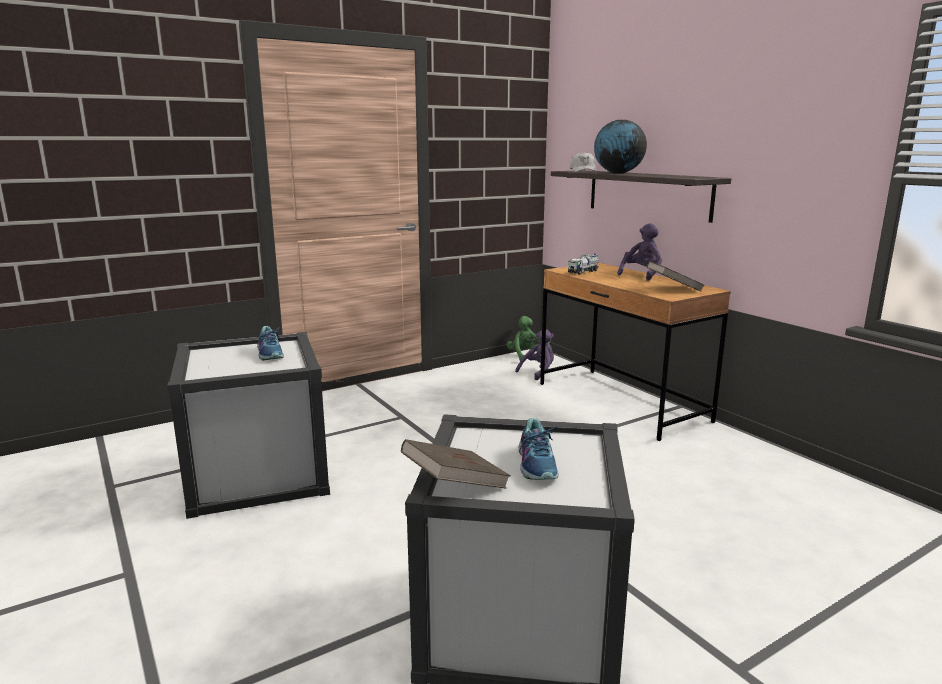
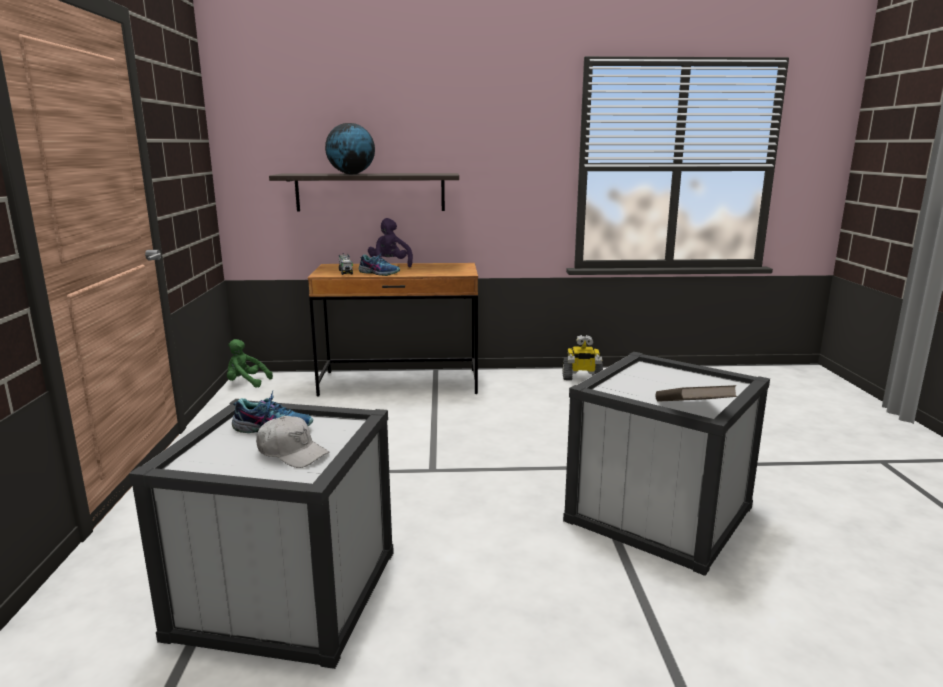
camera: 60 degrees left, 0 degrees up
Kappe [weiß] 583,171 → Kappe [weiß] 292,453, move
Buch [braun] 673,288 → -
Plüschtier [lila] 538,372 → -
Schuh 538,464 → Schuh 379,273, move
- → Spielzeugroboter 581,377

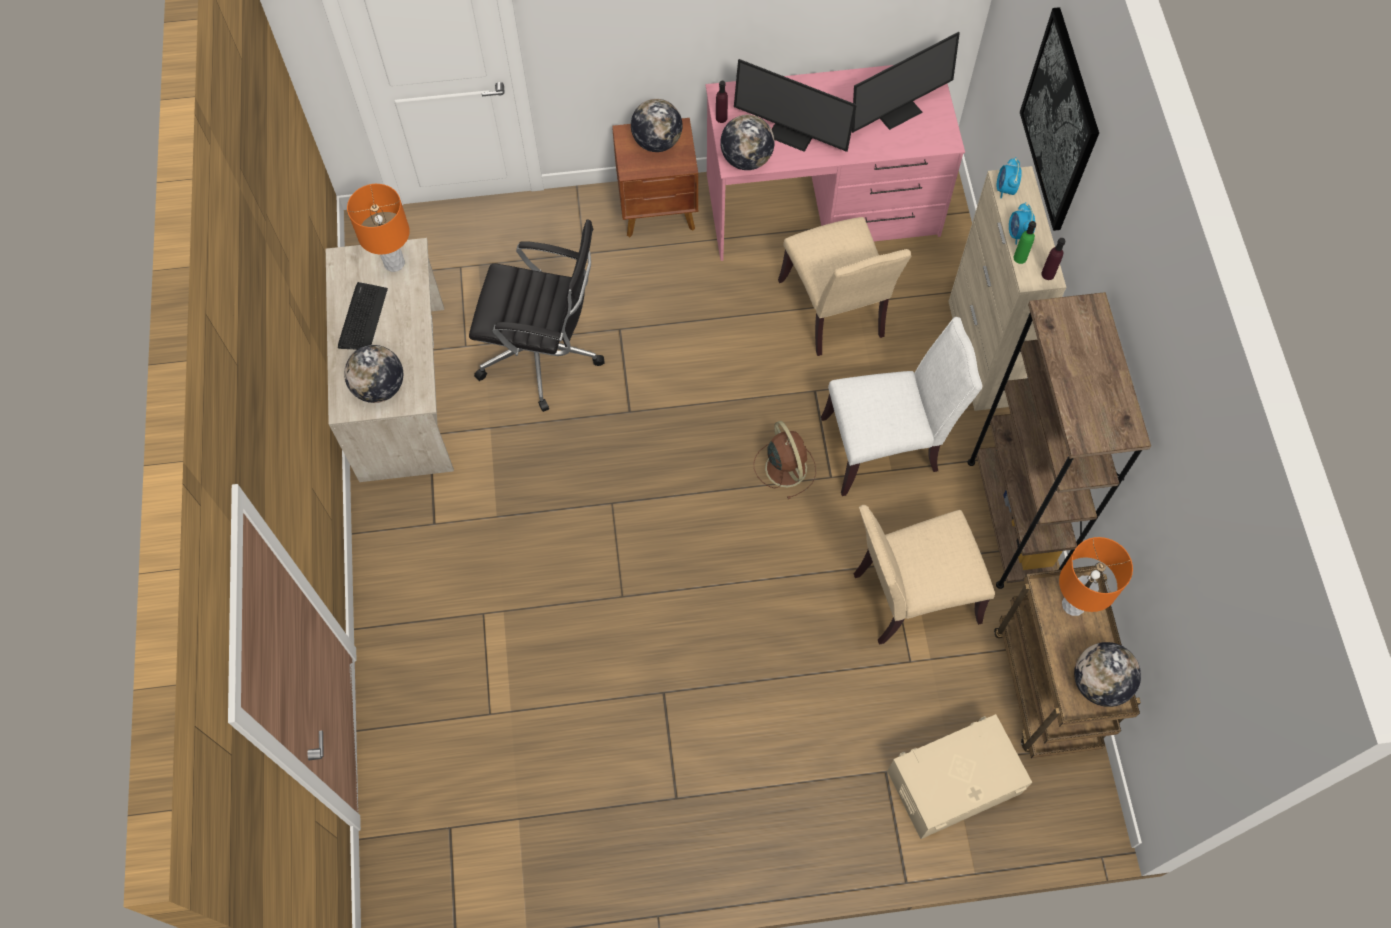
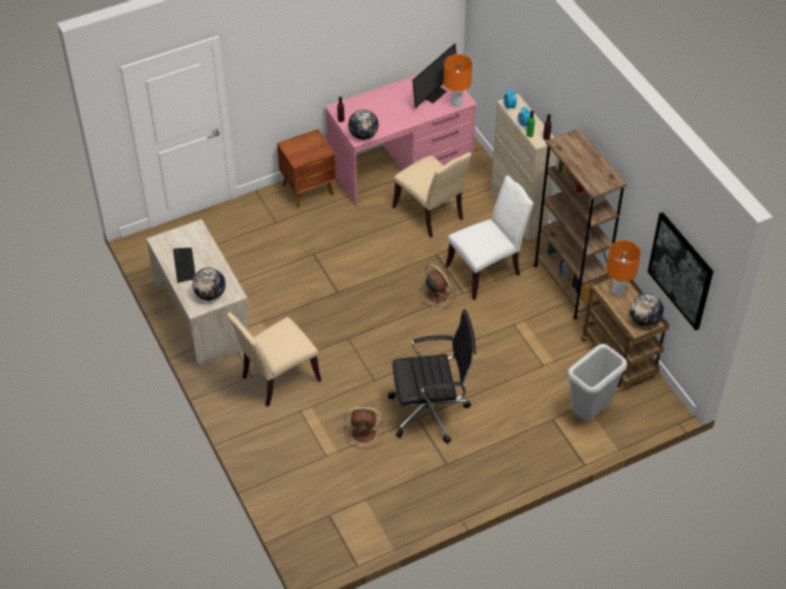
camera: 20 degrees left, 15 degrees down
Bild 1060,121 → Bild 681,270, move
Monitor 793,130 → -
Globus 657,142 → -
Tischlampe [orange] 394,263 → Tischlampe [orange] 456,103, move
Bürostuhl [schwarz] 543,355 → Bürostuhl [schwarz] 431,411, move
Stuhl [beige] 910,596 → Stuhl [beige] 277,379, move
Aufbewahrungsbox [beige] 953,782 → Mülleimer [grau] 590,413
- → Ventilator [braun] 365,433

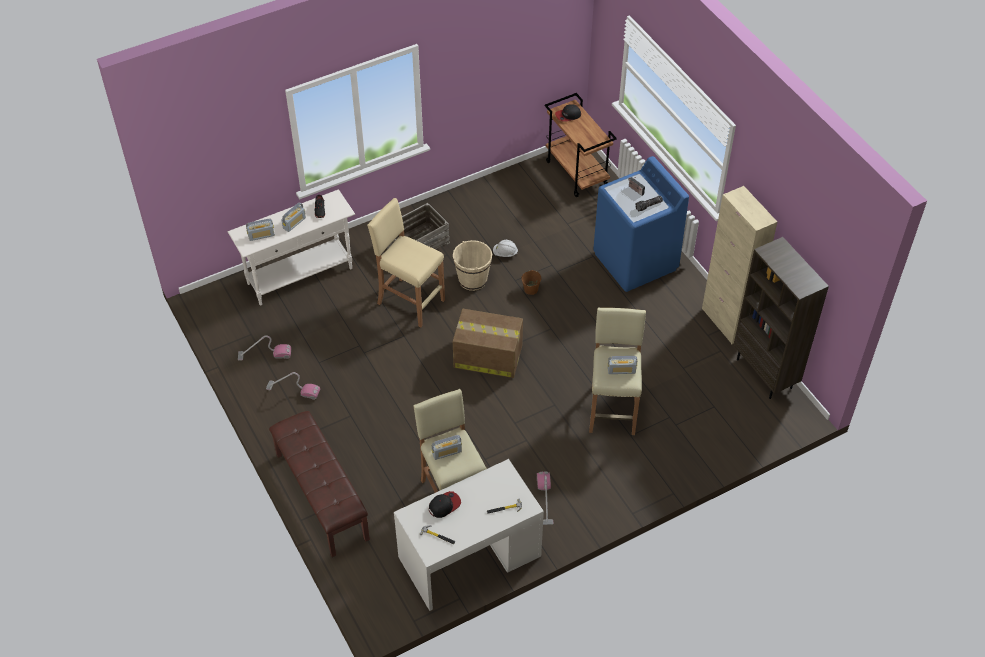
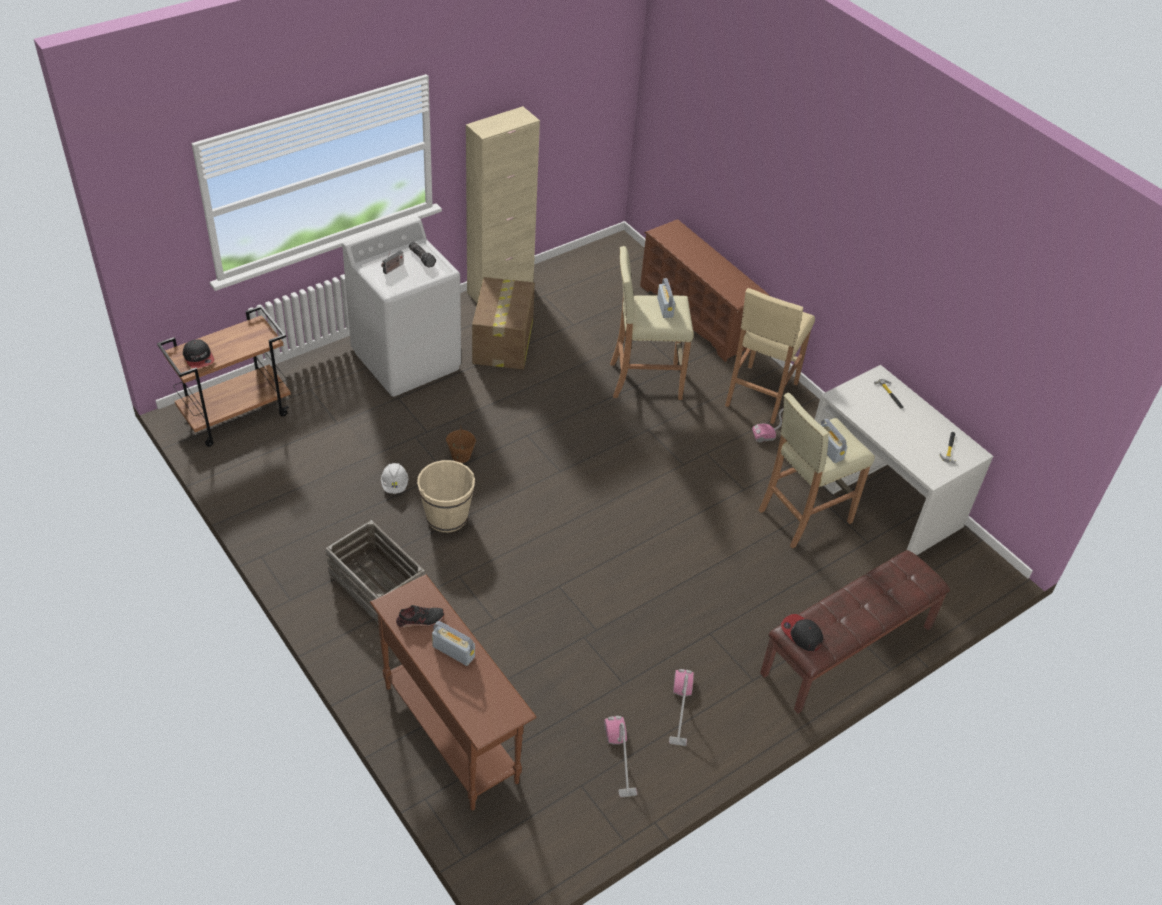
camera: 100 degrees left, 5 degrees down
Waschmaschine [blau] 635,262 → Waschmaschine [weiß] 407,360
Konsolentisch [weiß] 300,276 → Konsolentisch [braun] 451,733
Hocker [beige] 410,301 → Hocker [beige] 760,395, move
Radio 261,235 → -
Bücherregal [braun] 765,373 → -
Karton 487,356 → Karton 503,343, move
Kappe 444,505 → Kappe 801,634, move
- → Schuhregal [braun] 698,316

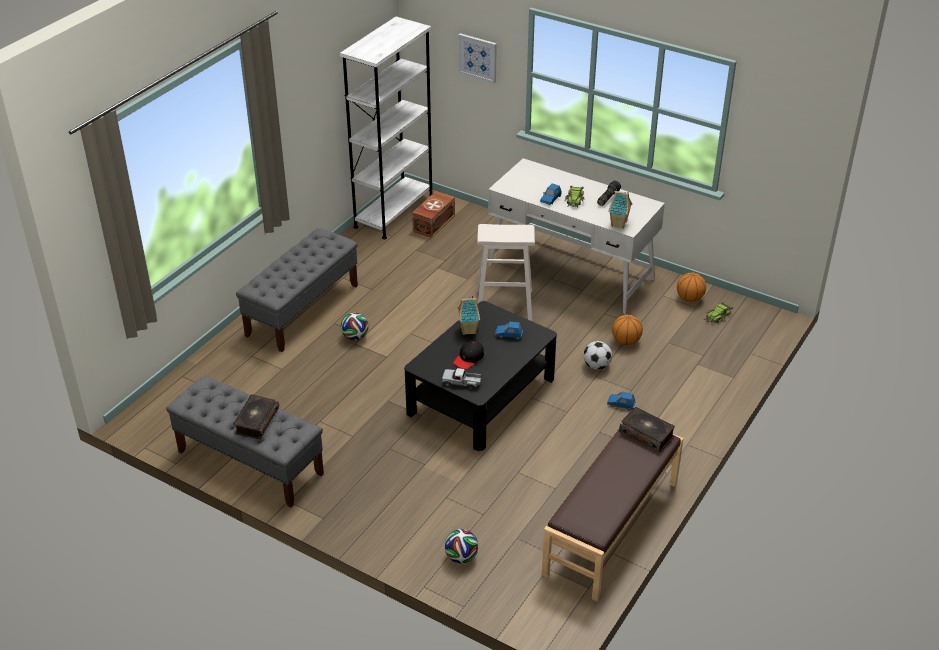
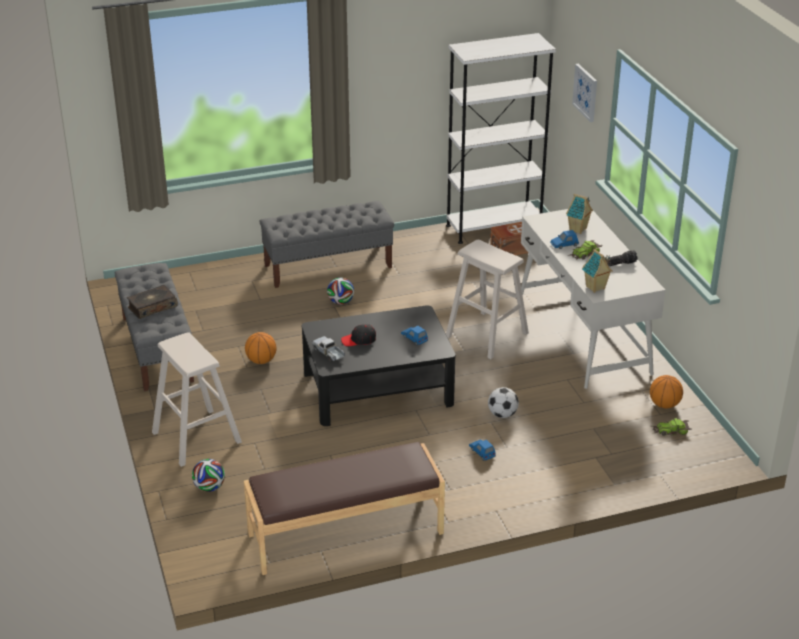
camera: 40 degrees right, 5 degrees down
Spielzeughaus 469,330 → Spielzeughaus 578,230, move
Basketball 626,341 → Basketball 261,361, move
Buch 647,434 → -
- → Hocker [beige] 196,437

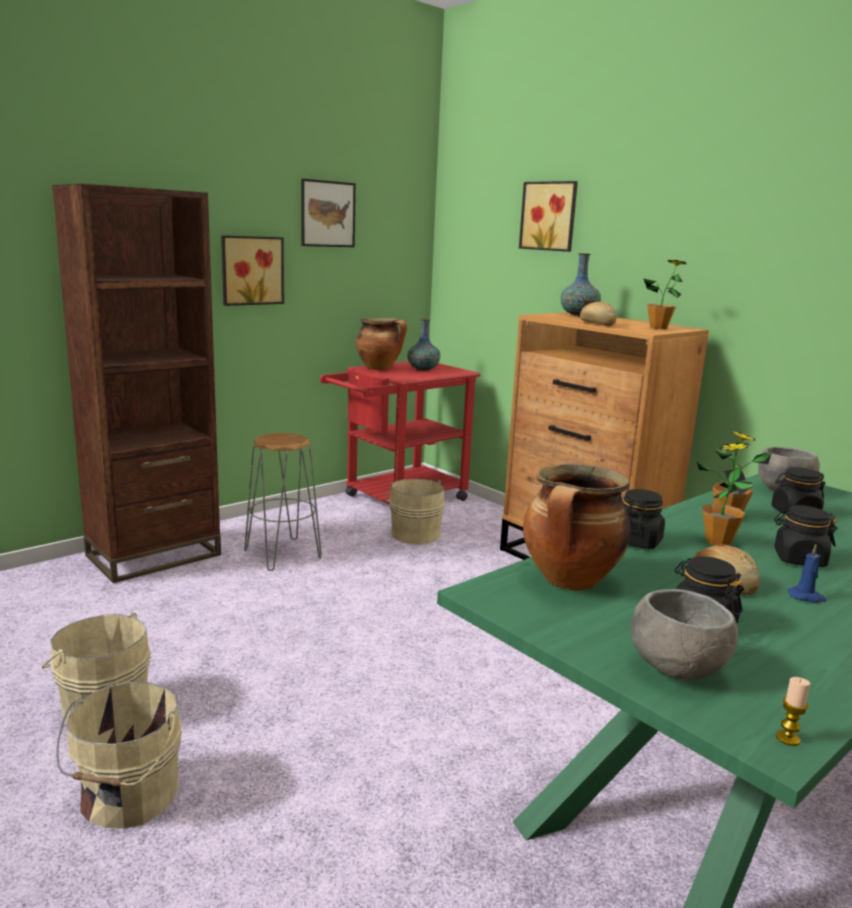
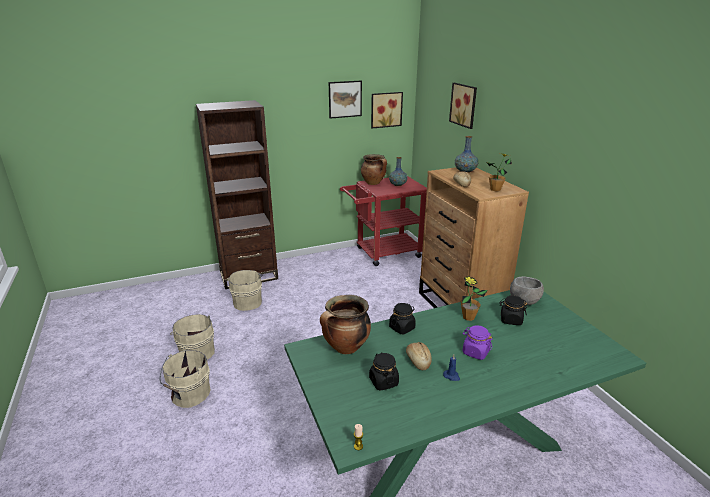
camera: 20 degrees right, 10 degrees up
Bild 251,270 → Bild 385,109, move
Hocker [grau] 283,554 → -
Topfpflanze 718,541 → -
Eimer [beige] 414,534 → Eimer [beige] 247,302, move
Vorratsglas [schwarz] 799,559 → Vorratsglas [lila] 475,352
Schüssel [grau] 675,668 → -

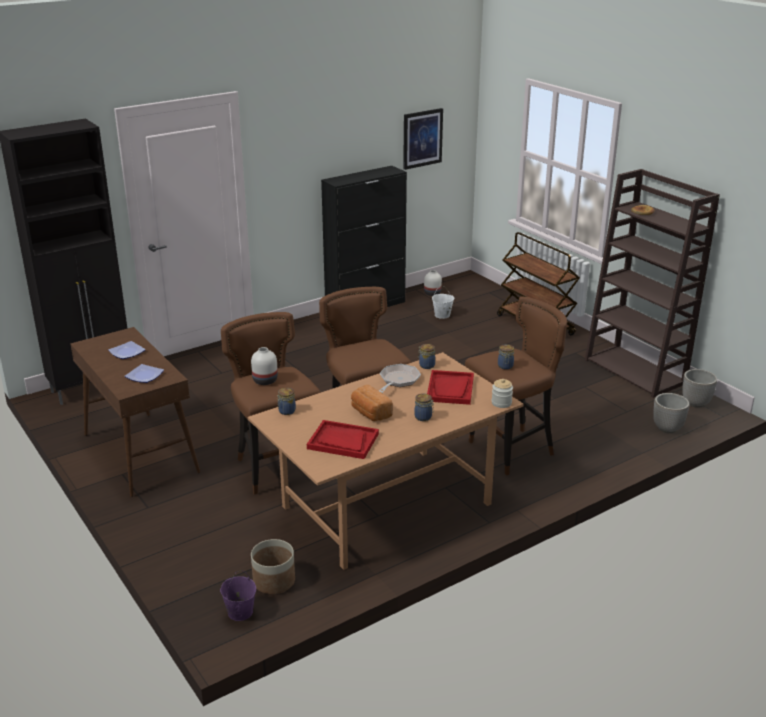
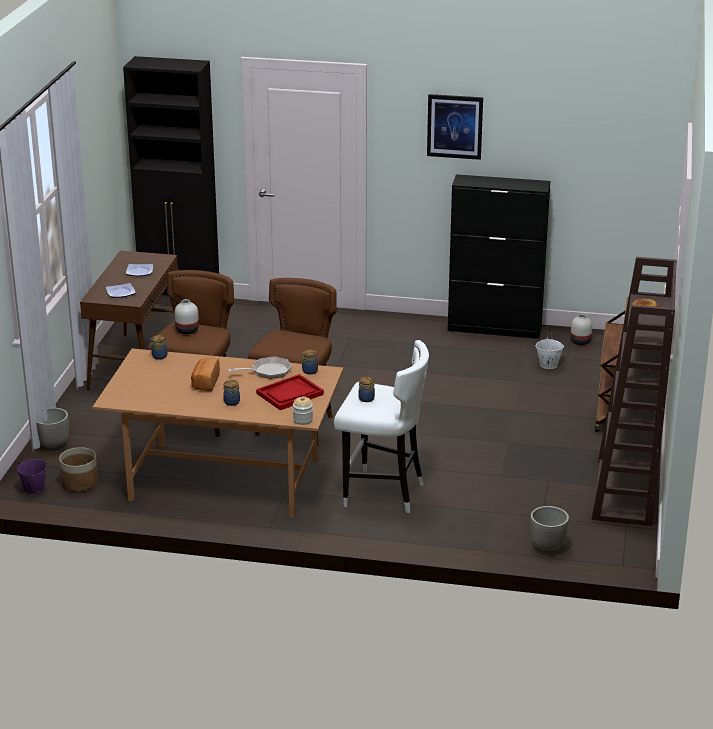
camera: 45 degrees right, 0 degrees up
Bild 422,138 → Bild 454,126, move
Hocker [braun] 511,451 → Hocker [weiß] 382,493
Pflanzkübel 696,403 → Pflanzkübel 53,445, move
Tablett [rot] 342,441 → -

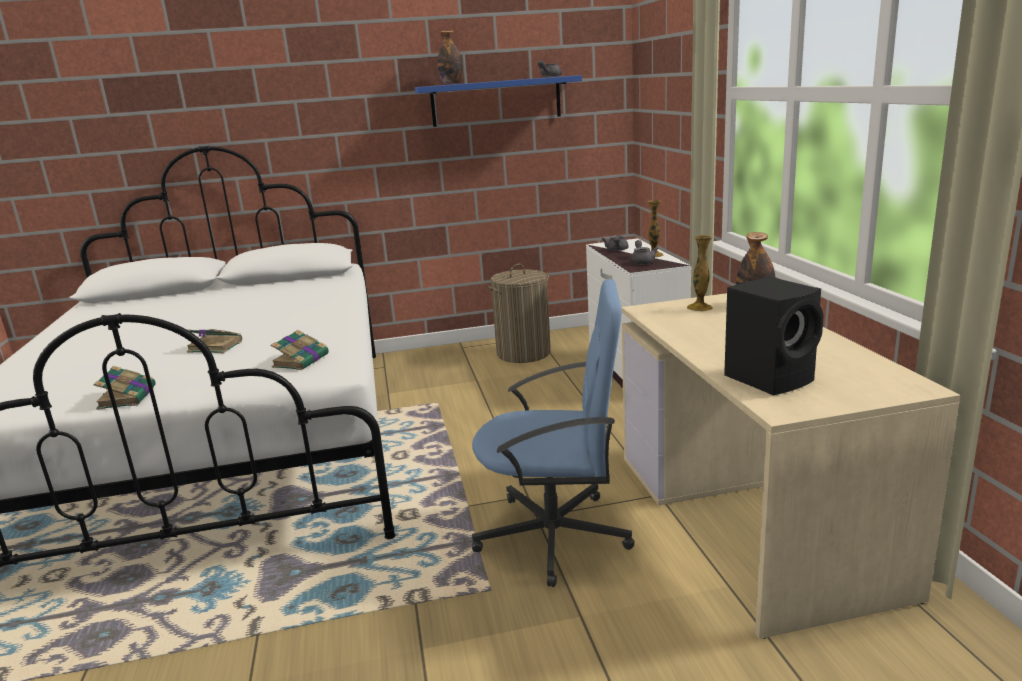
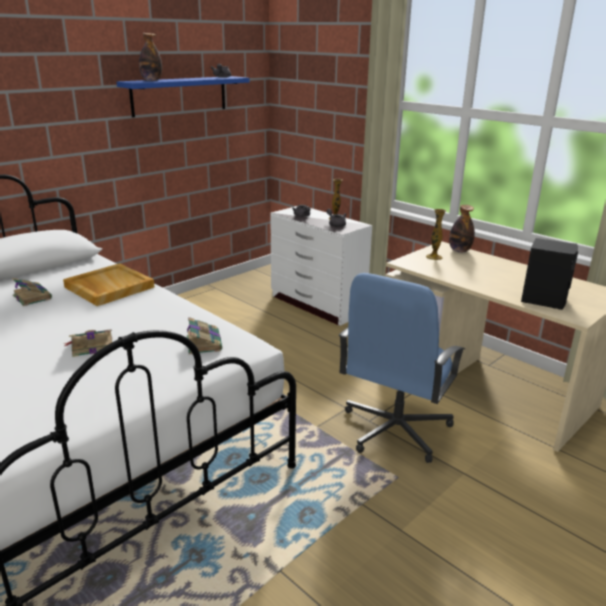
camera: 35 degrees left, 5 degrees up
Wäschekorb 523,353 → -
Bürostuhl [blau] 556,536 → Bürostuhl [blau] 395,429, 150 degrees clockwise
Buch 128,397 → Buch 32,297, move
- → Tablett [beige] 108,287

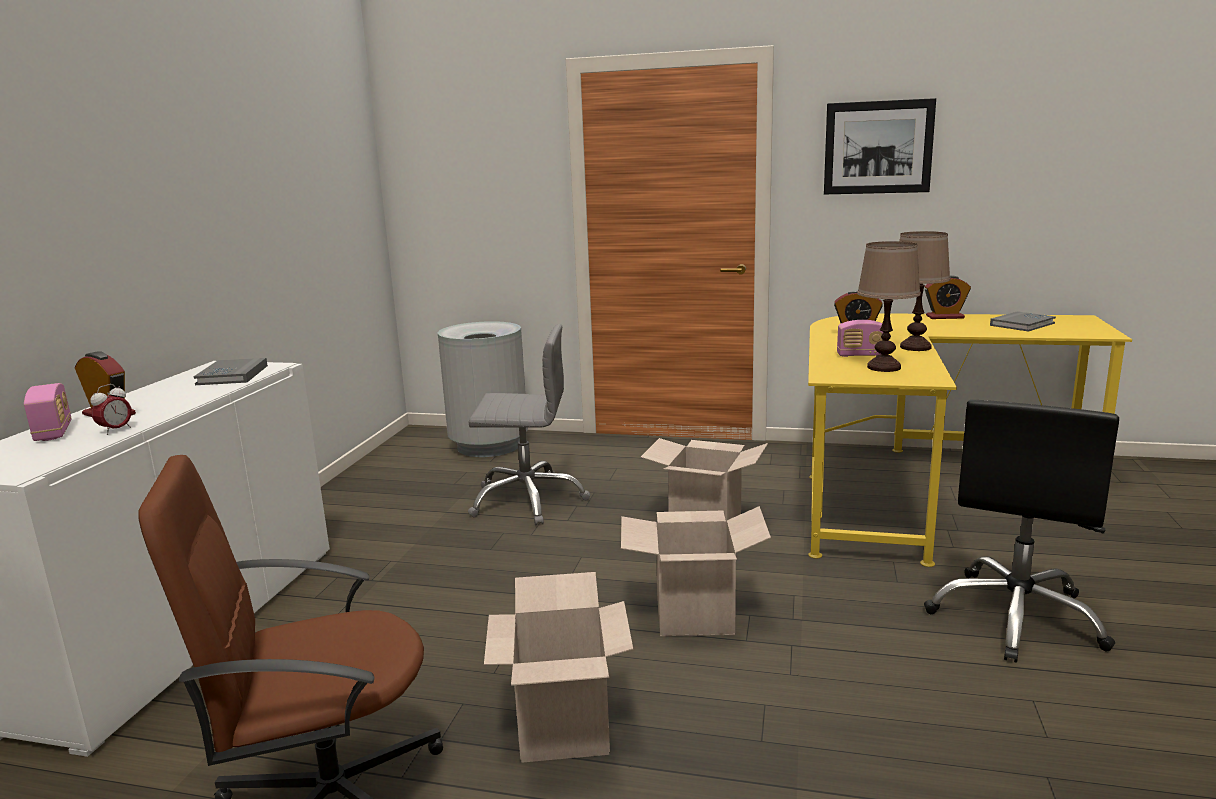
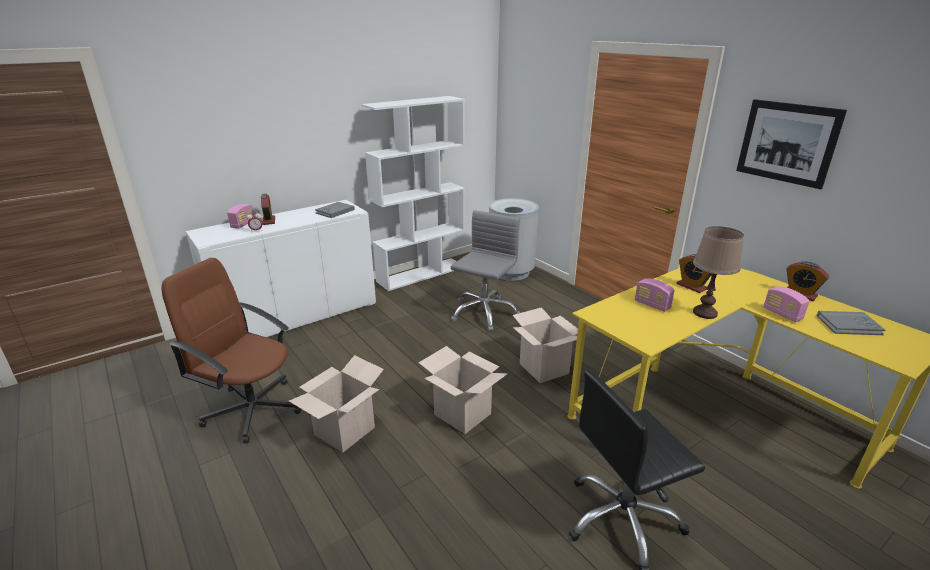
camera: 40 degrees right, 10 degrees up
Tischlampe [braun] 884,367 → -
Bürostuhl [grau] 528,500 → Bürostuhl [grau] 483,313, 105 degrees counterclockwise
- → Bücherregal [weiß] 421,274
- → Radio 782,314

